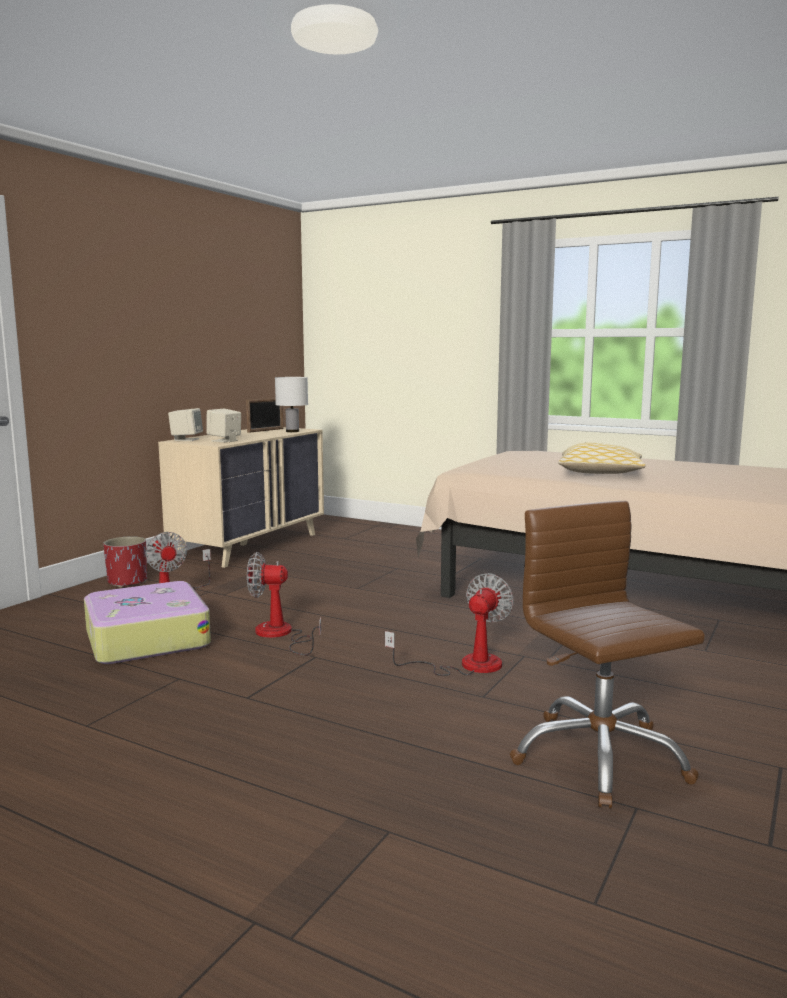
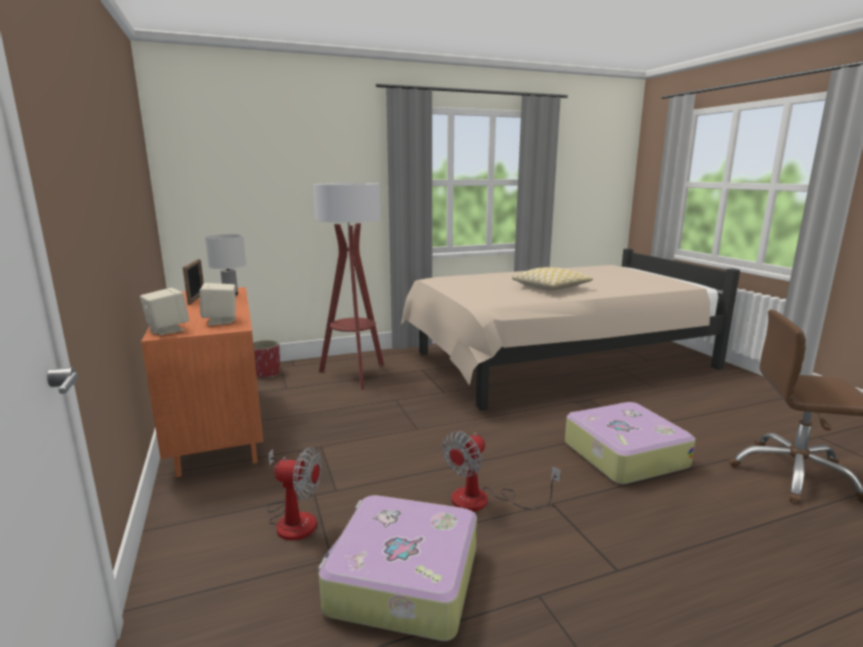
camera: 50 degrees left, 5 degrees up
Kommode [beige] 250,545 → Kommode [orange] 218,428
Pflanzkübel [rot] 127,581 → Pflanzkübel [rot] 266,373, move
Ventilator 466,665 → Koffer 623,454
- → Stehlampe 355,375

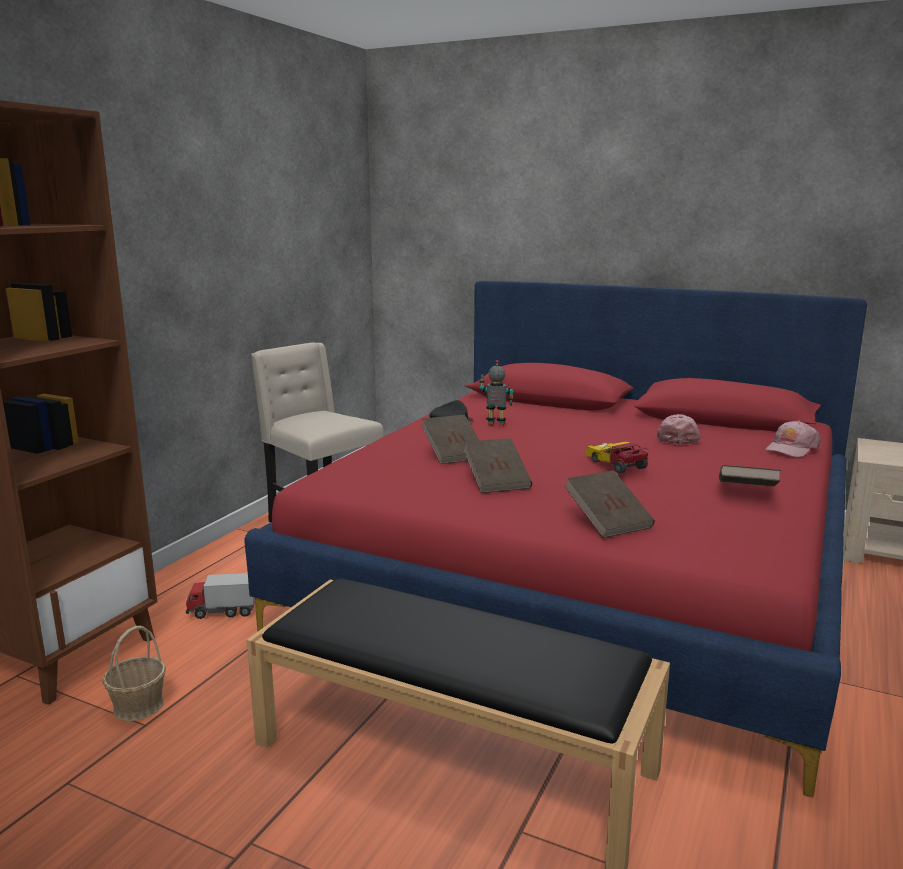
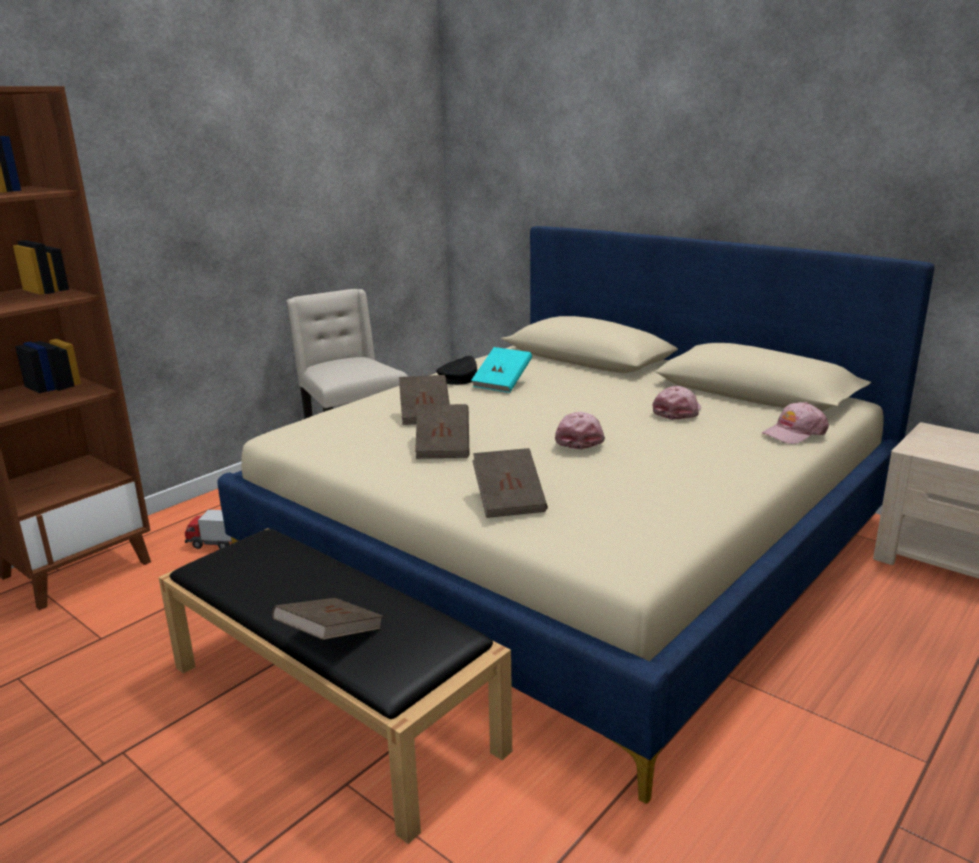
camera: 15 degrees right, 5 degrees up
Bett [rot] 584,574 → Bett [beige] 574,544
Spielzeugroboter 496,424 → Buch [türkis] 502,383
Spielzeugauto 617,465 → Kappe [rosa] 579,438
Buch [braun] 746,493 → Buch [braun] 330,637, move
Korb 138,706 → -

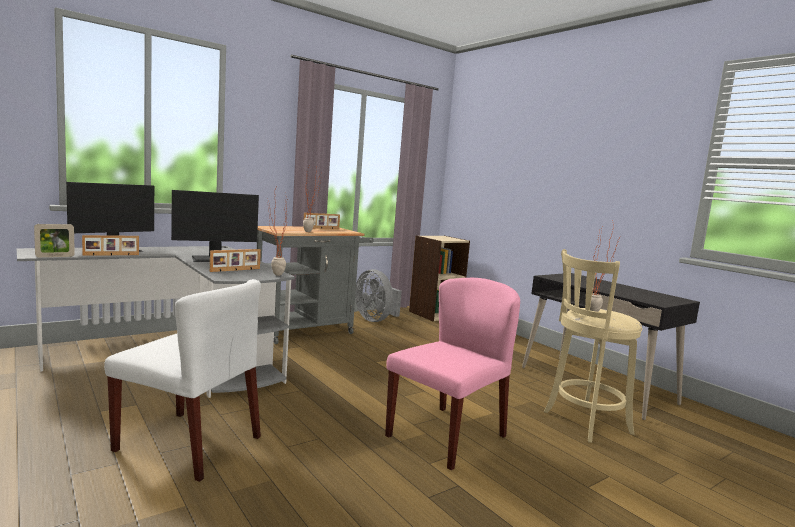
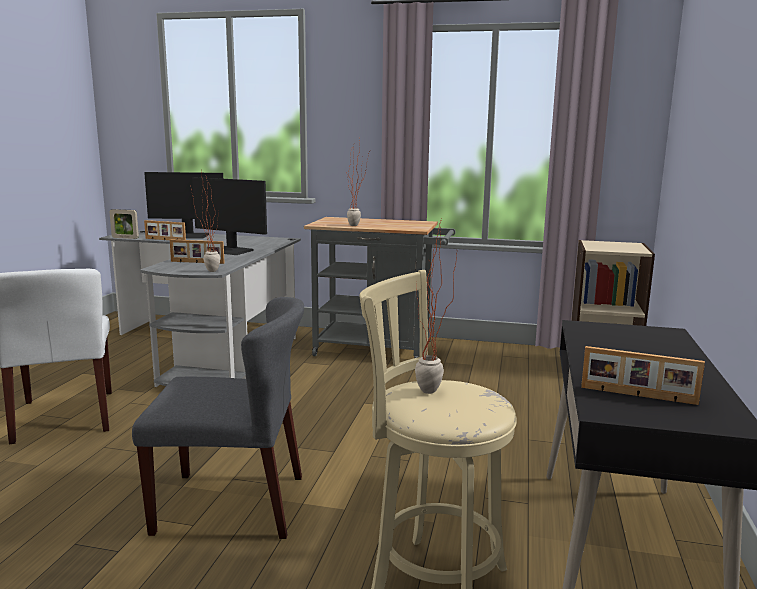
camera: 50 degrees right, 5 degrees up
Bilderrahmen 321,228 → Bilderrahmen 638,396, move
Ventilator [grau] 376,320 → -
Stuhl [rosa] 446,435 → Stuhl [grau] 232,504

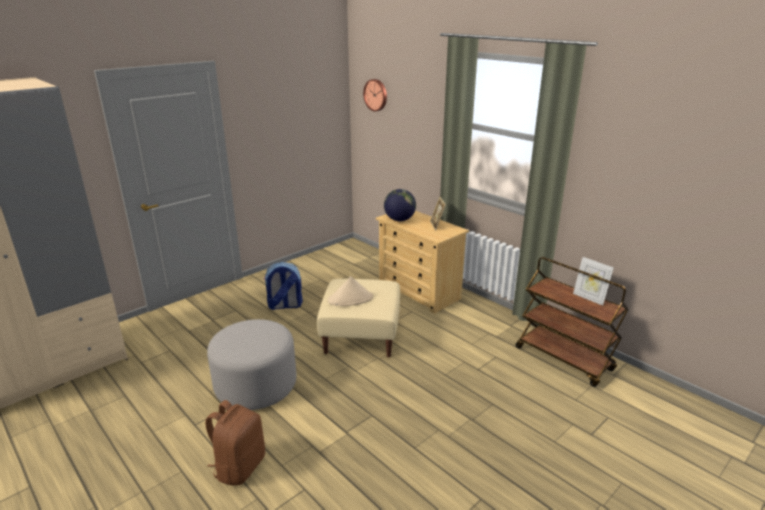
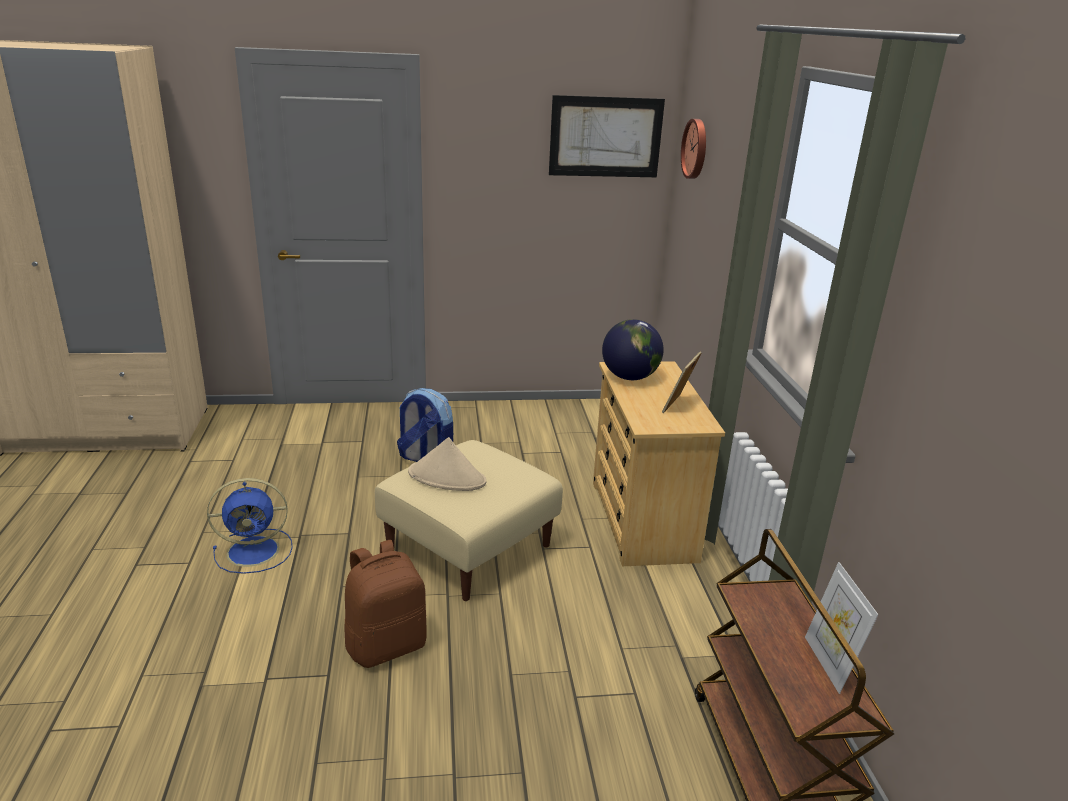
camera: 35 degrees right, 0 degrees up
Polsterhocker [grau] 256,385 → Ventilator [blau] 255,551
Rucksack [braun] 239,466 → Rucksack [braun] 386,645, move
- → Bild 605,137

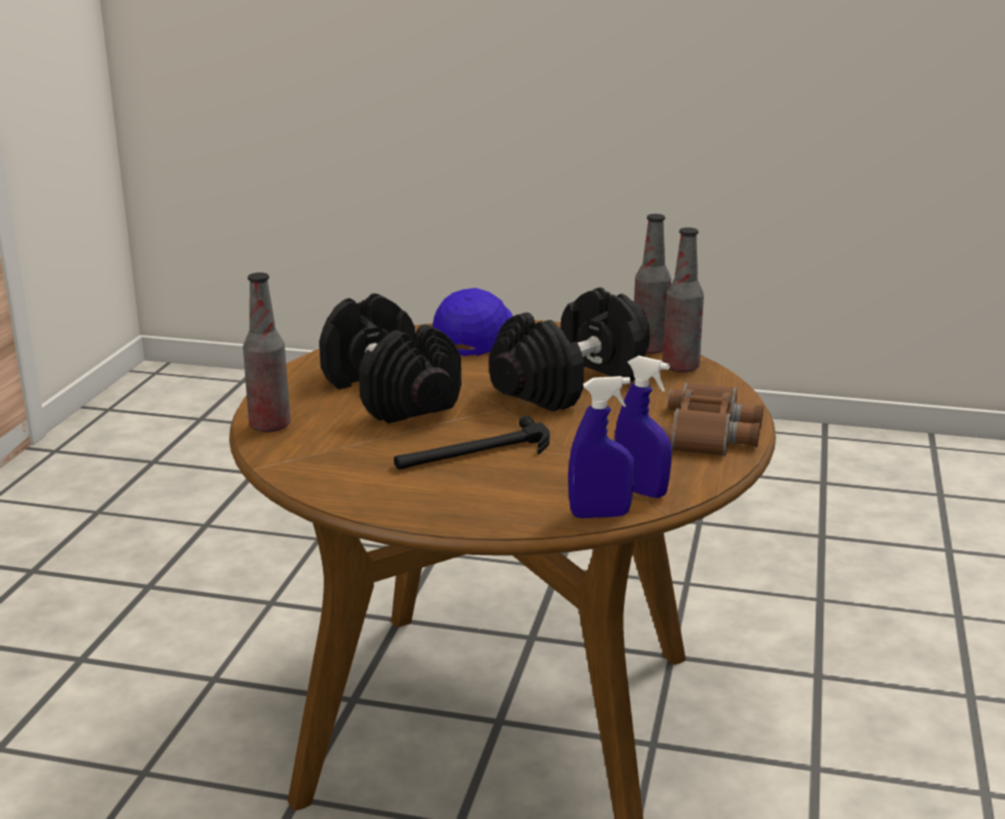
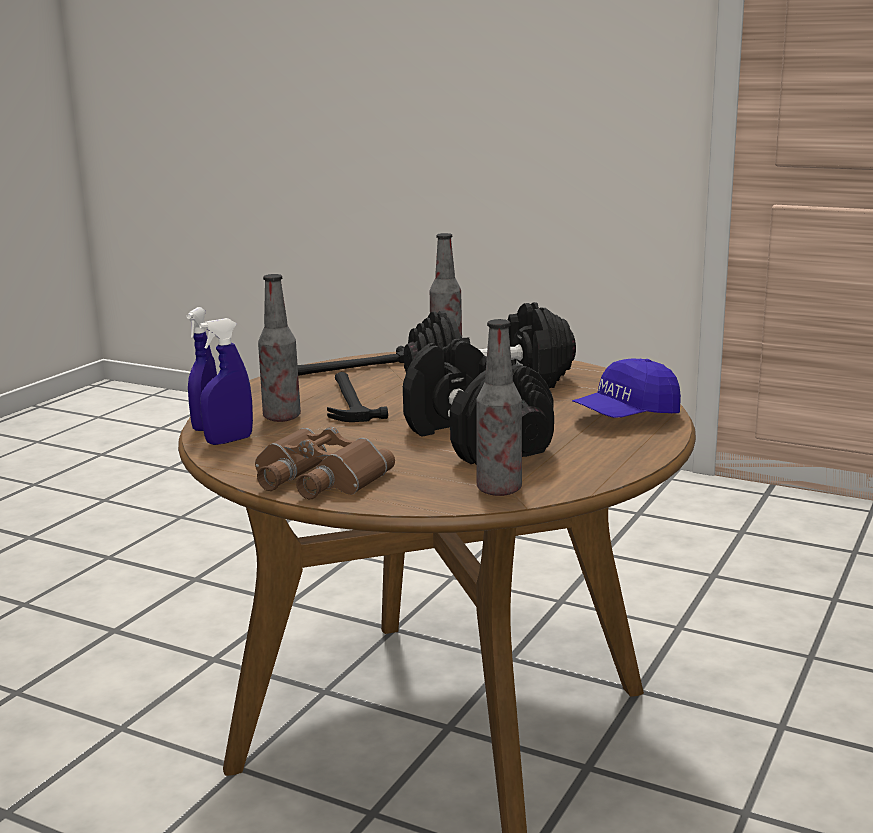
camera: 105 degrees right, 5 degrees down
Flasche 649,349 → Flasche 282,417, move
Kappe [blau] 474,338 → Kappe [blau] 626,416, 120 degrees clockwise
- → Hammer 356,368

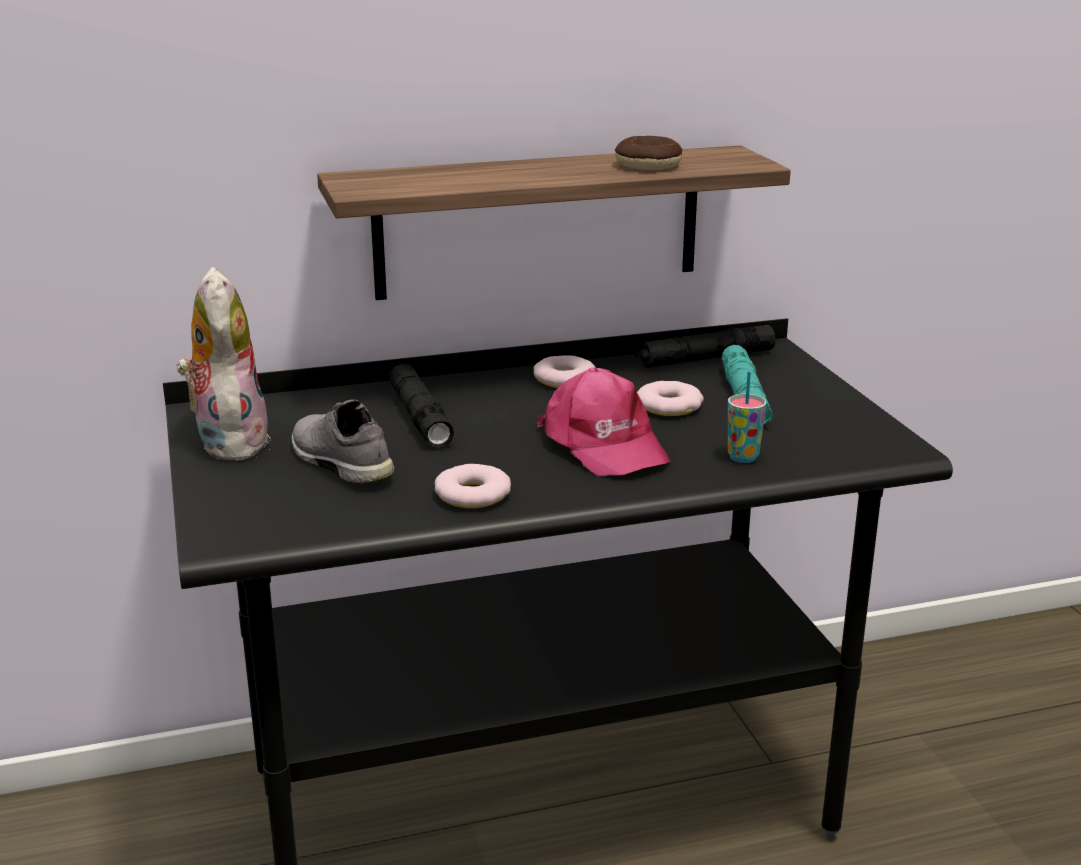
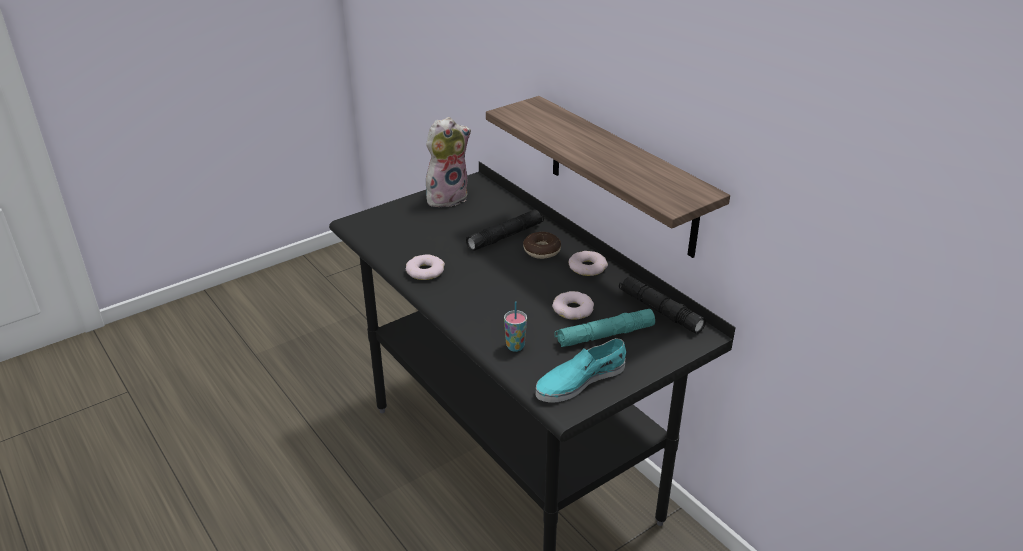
camera: 70 degrees right, 10 degrees up
Donut 648,165 → Donut 542,250, move
Kappe [rosa] 603,444 → -
Schuh [grau] 338,462 → -
- → Schuh [türkis] 579,380

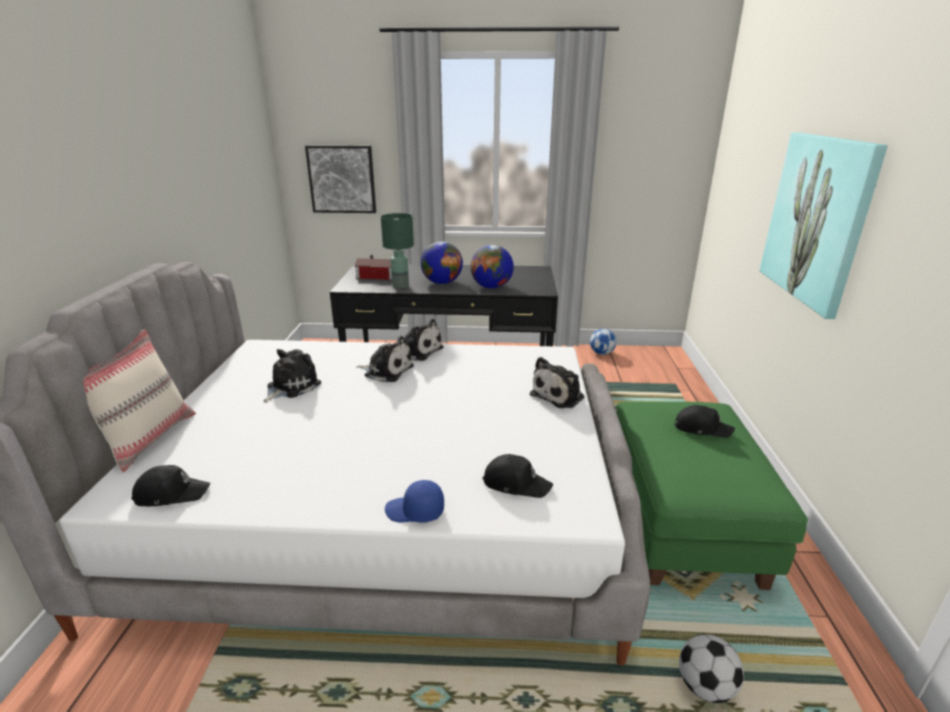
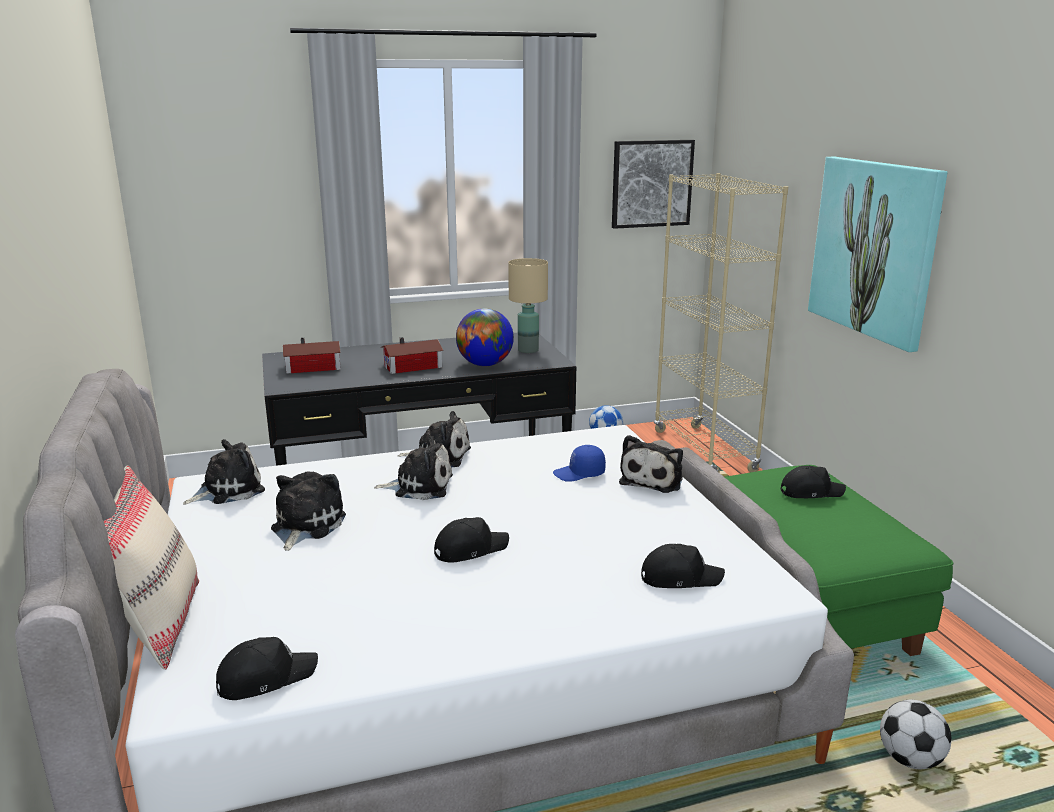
camera: 20 degrees left, 5 degrees down
Bild 342,179 → Bild 651,183, move
Tischlampe [grün] 400,286 → -
Globus 442,283 → Spielzeughaus 414,366
Kappe [blau] 415,511 → Kappe [blau] 579,474, move
- → Bücherregal [beige] 704,451
- → Tischlampe [beige] 527,350
- → Plüschtier 228,490
- → Kappe [schwarz] 470,549

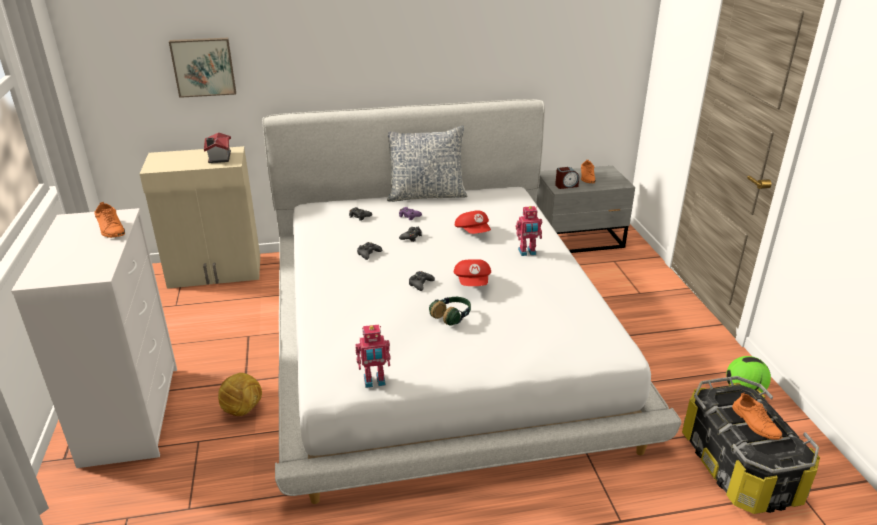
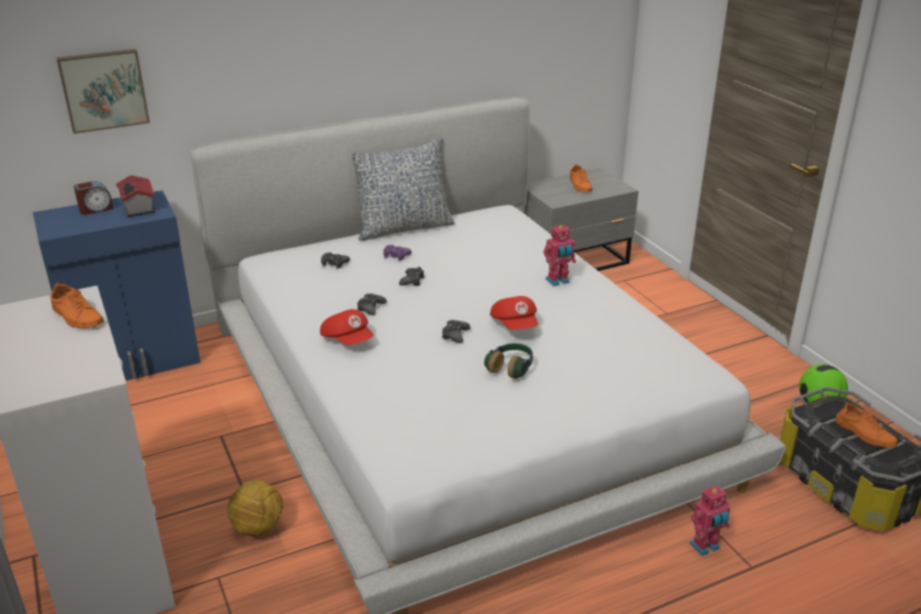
camera: 15 degrees left, 0 degrees up
Schrank [beige] 216,272 → Schrank [blau] 136,362
Wecker 566,185 → Wecker 96,209, move
Kappe [rot] 473,232 → Kappe [rot] 348,340, move
Spielzeugroboter 374,382 → Spielzeugroboter 705,547, move

